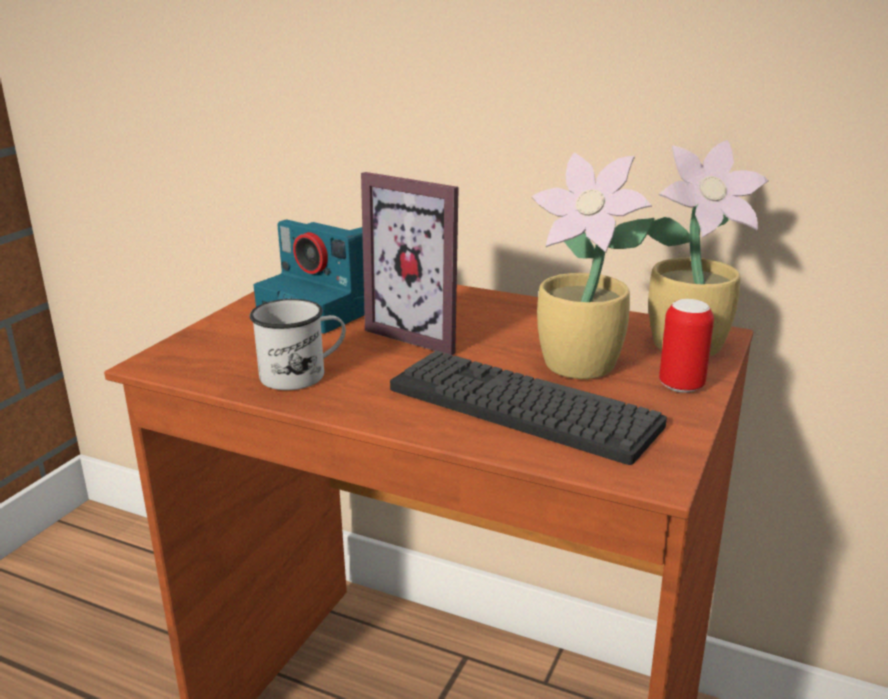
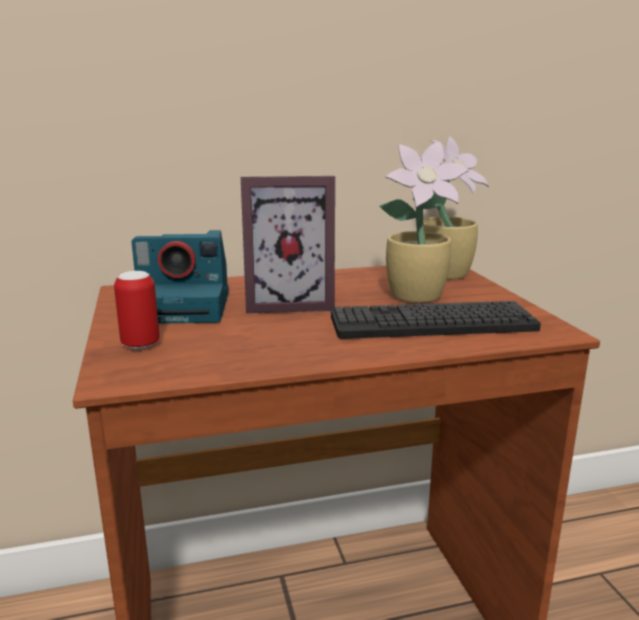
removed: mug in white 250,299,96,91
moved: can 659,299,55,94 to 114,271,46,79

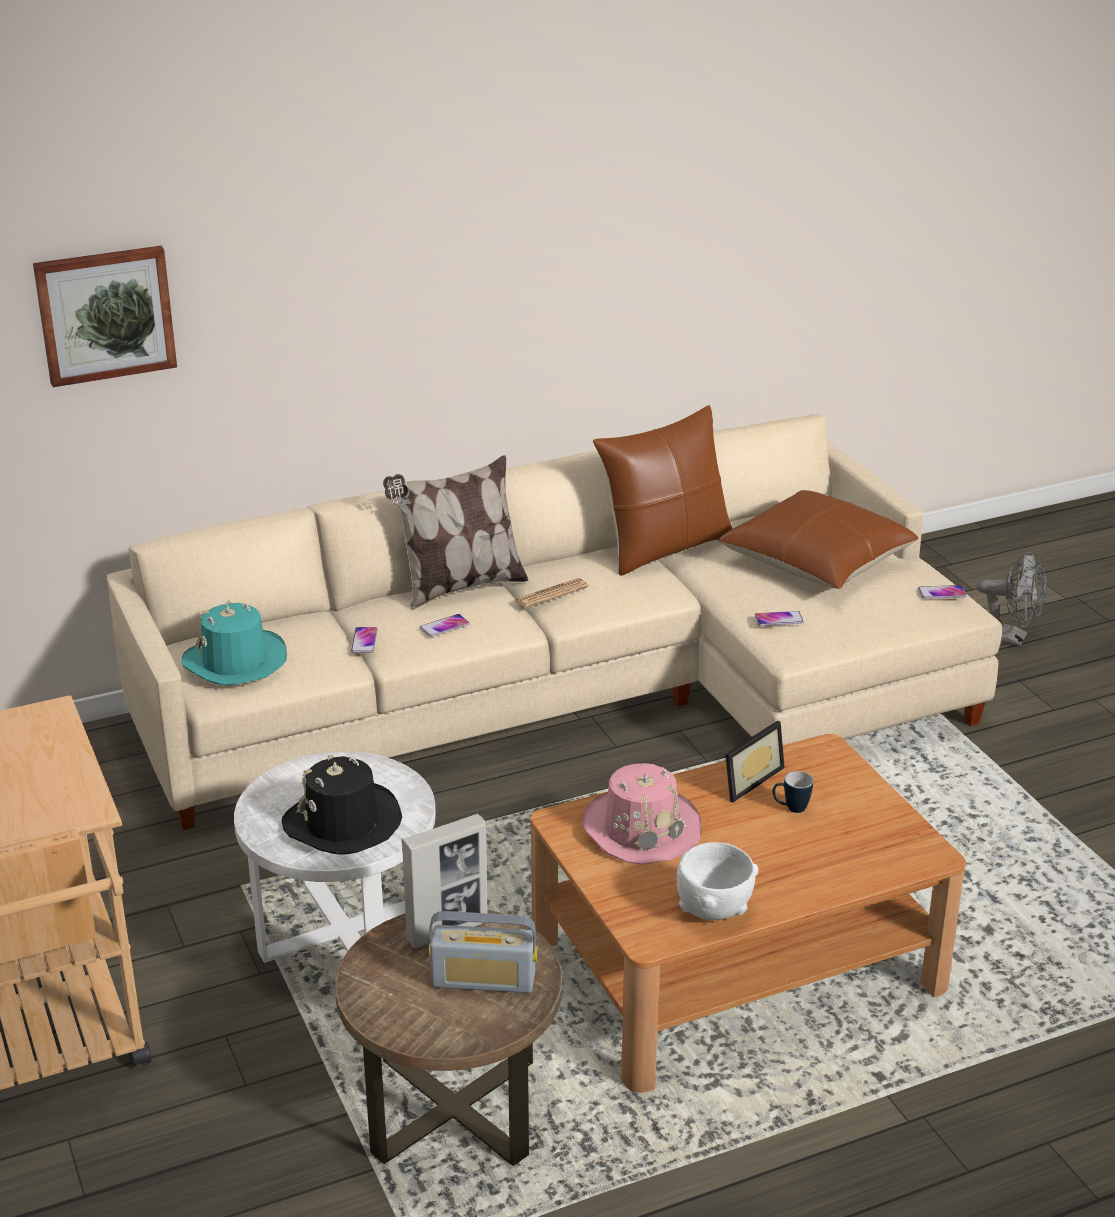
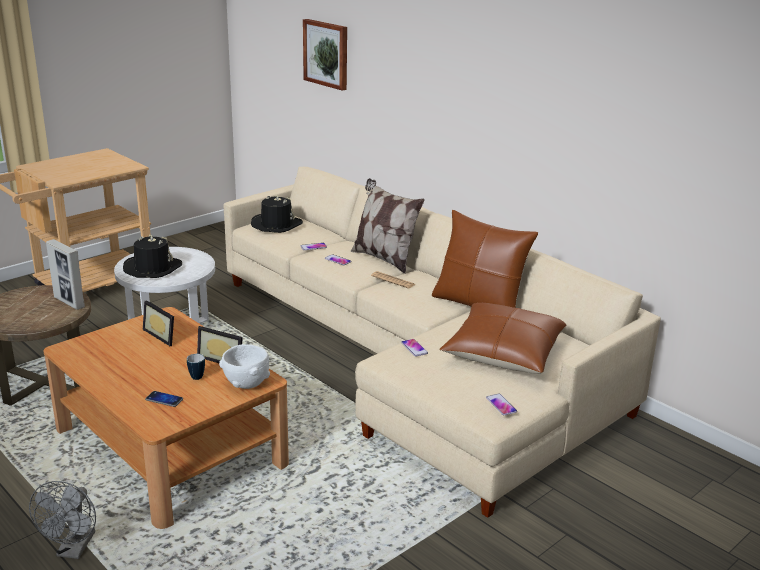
removed: radio 429,911,108,82
added: phone 145,391,38,16
moved: fan in grey 977,552,70,94 to 29,481,67,78; bowl in white 677,842,81,78 to 219,344,51,45
replaced: hat in pink 582,763,120,101 to picture frame 143,300,31,46
recoloured: hat in turquoise 182,600,105,86 to hat in black 251,195,52,38

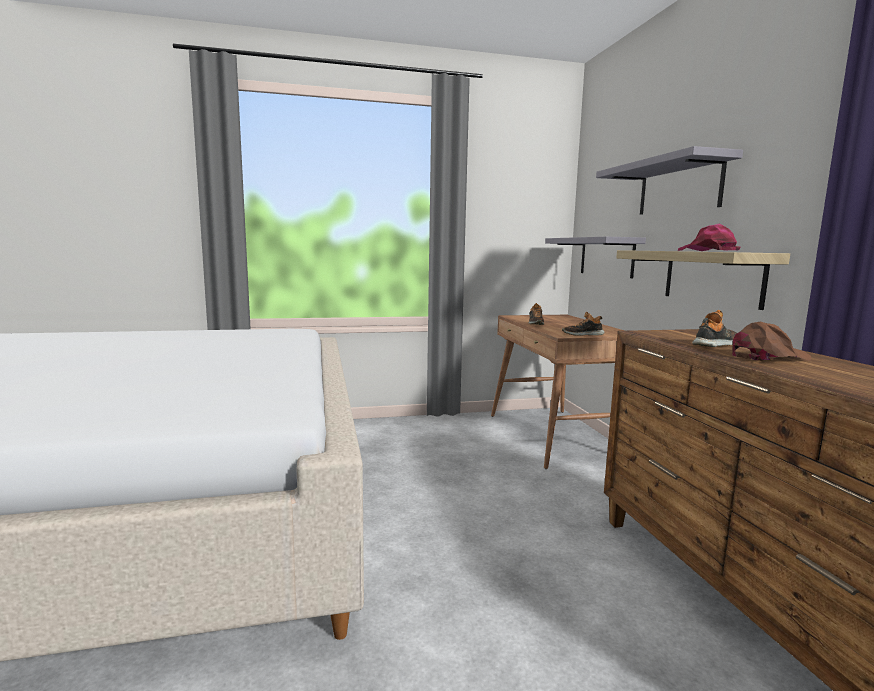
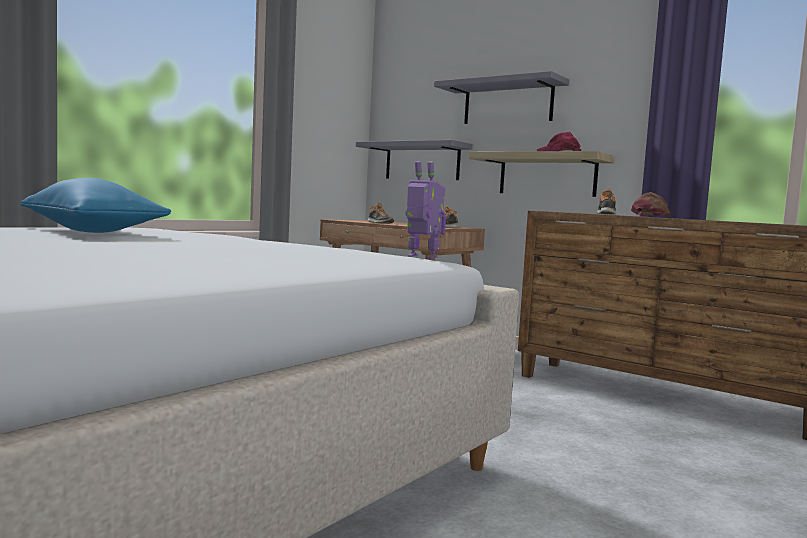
added: pillow in blue 20,178,151,55; toy robot 406,161,40,98

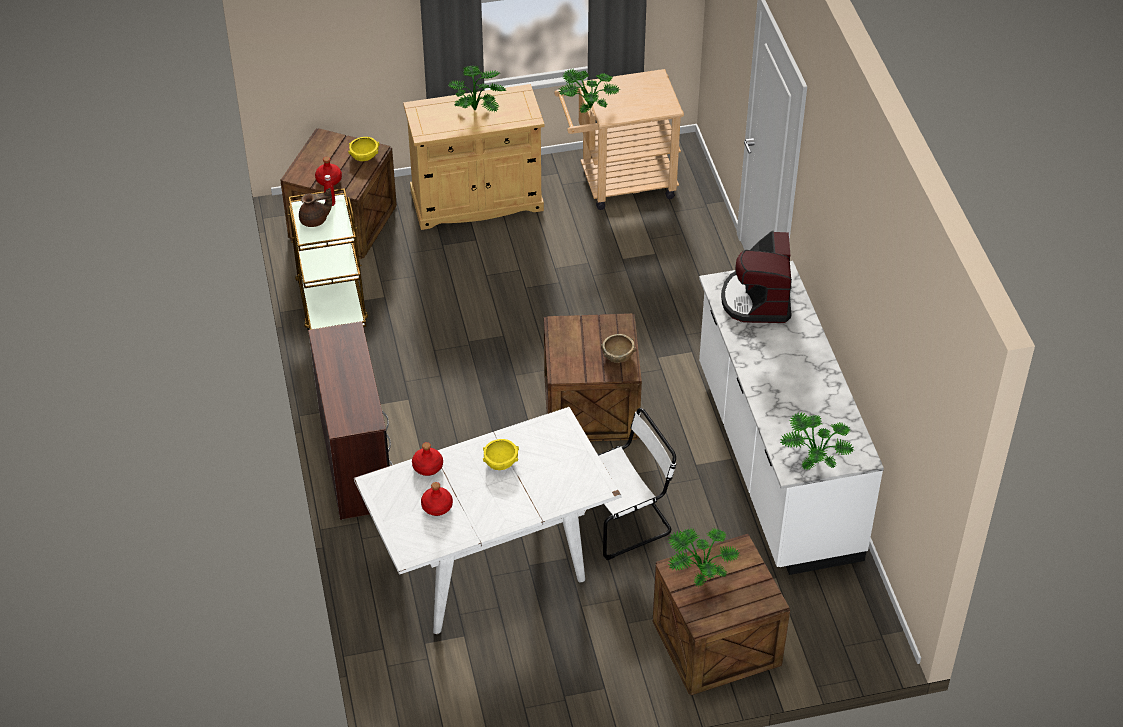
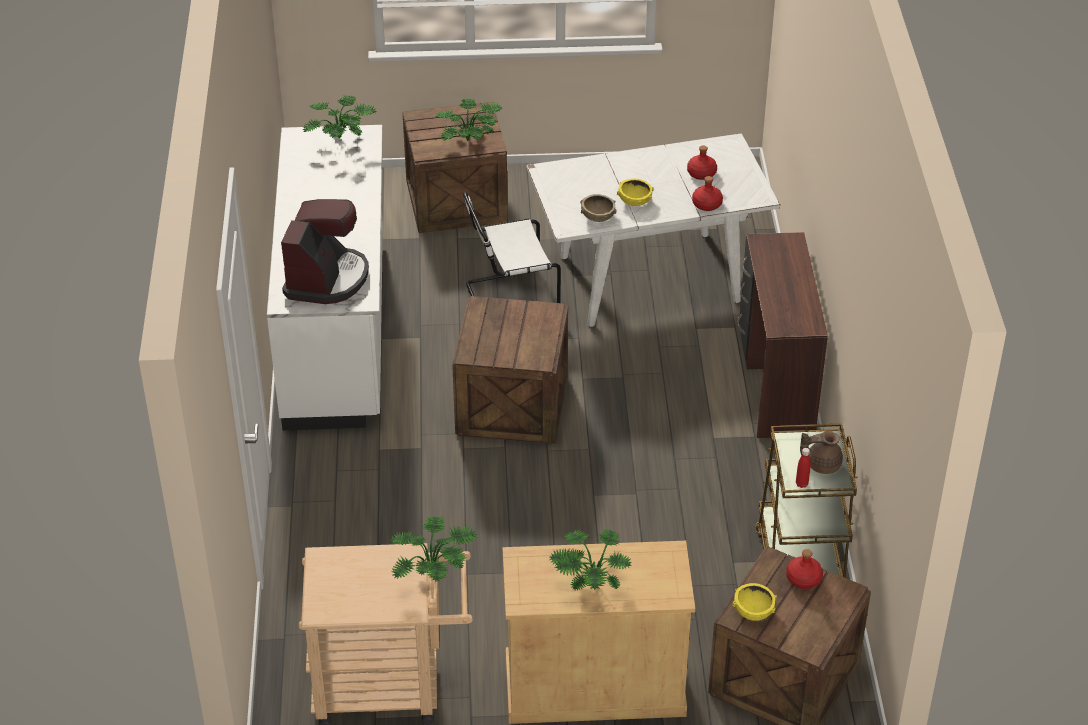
moved: bowl in brown 601,334,35,29 to 581,194,36,28

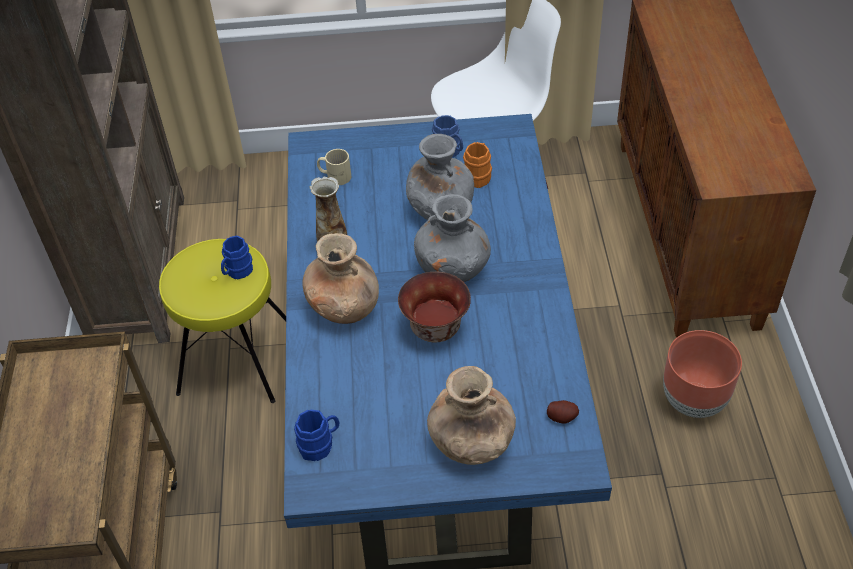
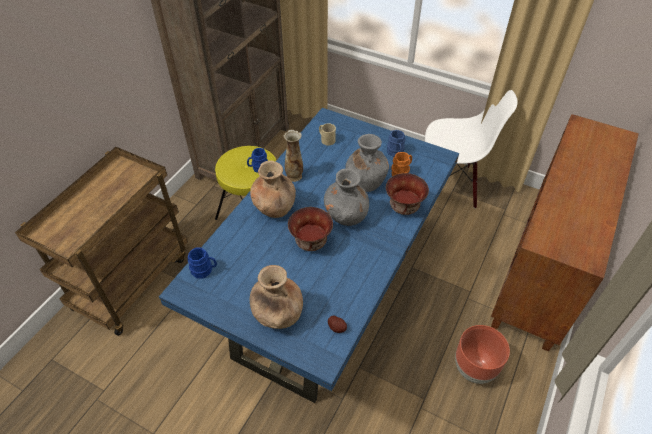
added: bowl 386,173,43,42

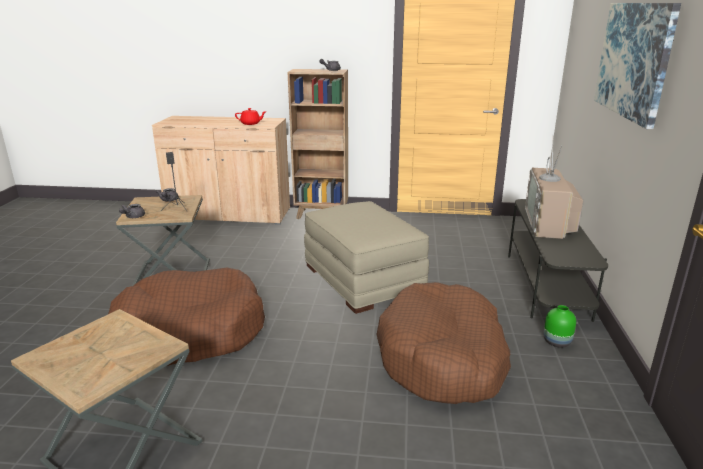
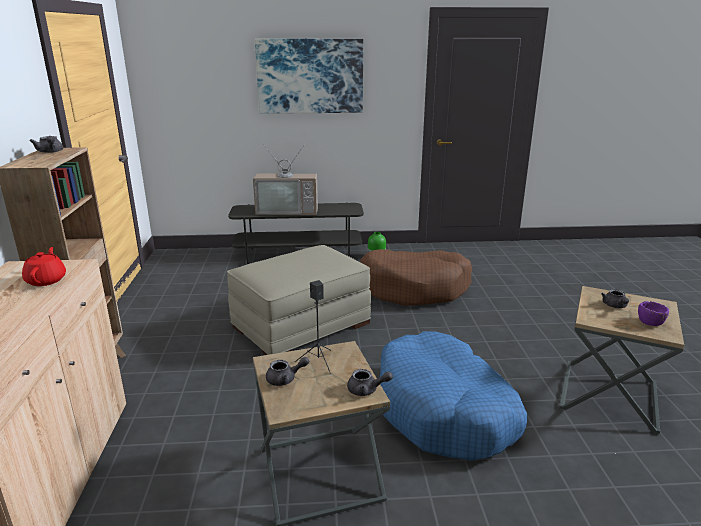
added: teapot in grey 601,289,28,19; bowl in purple 638,301,31,25
recoloured: dog bed in brown 108,267,157,99 to dog bed in blue 380,331,147,130

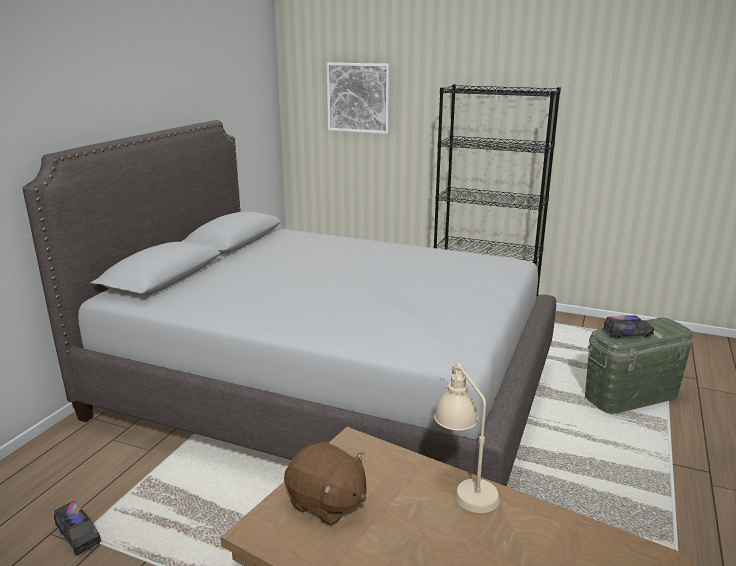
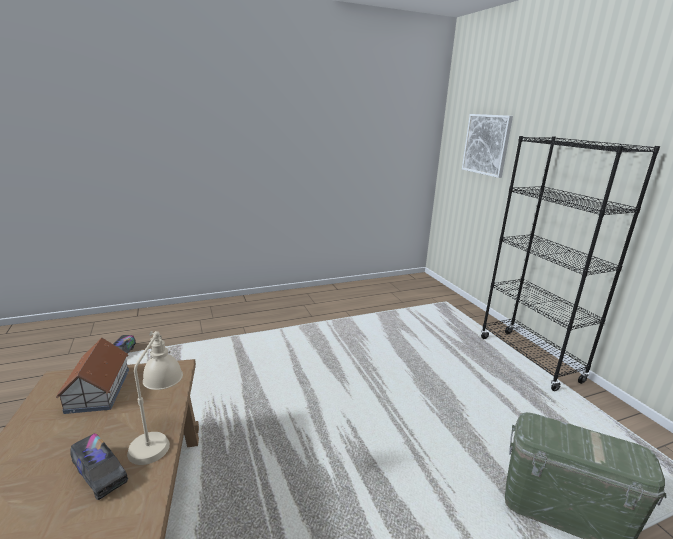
removed: bed in grey 23,120,533,367
moved: toy truck 603,315,51,24 to 70,433,58,67
replaced: plush toy in brown 284,442,83,84 to toy house 56,338,73,76

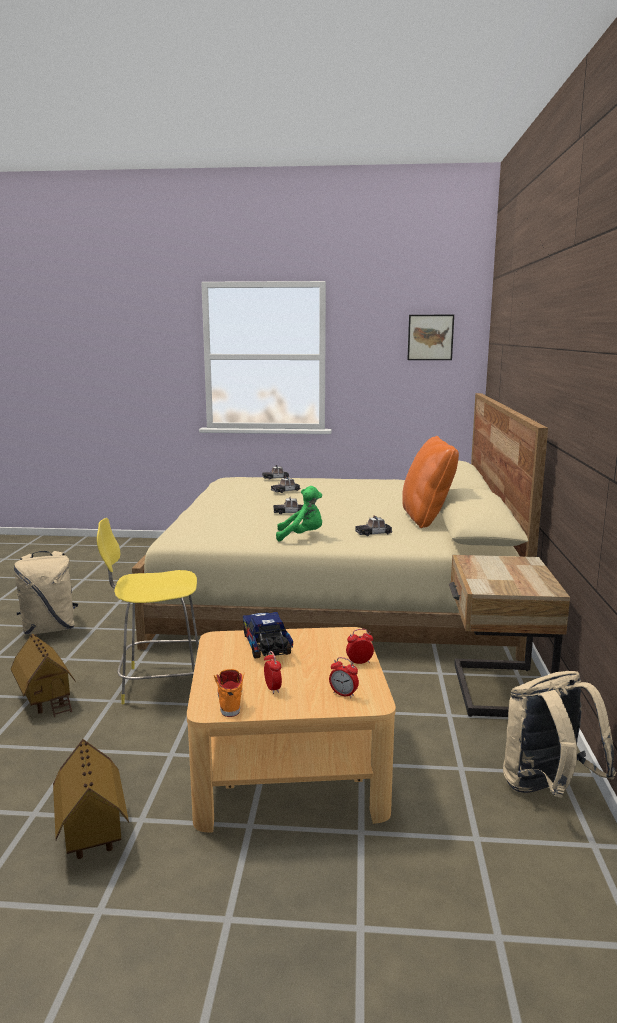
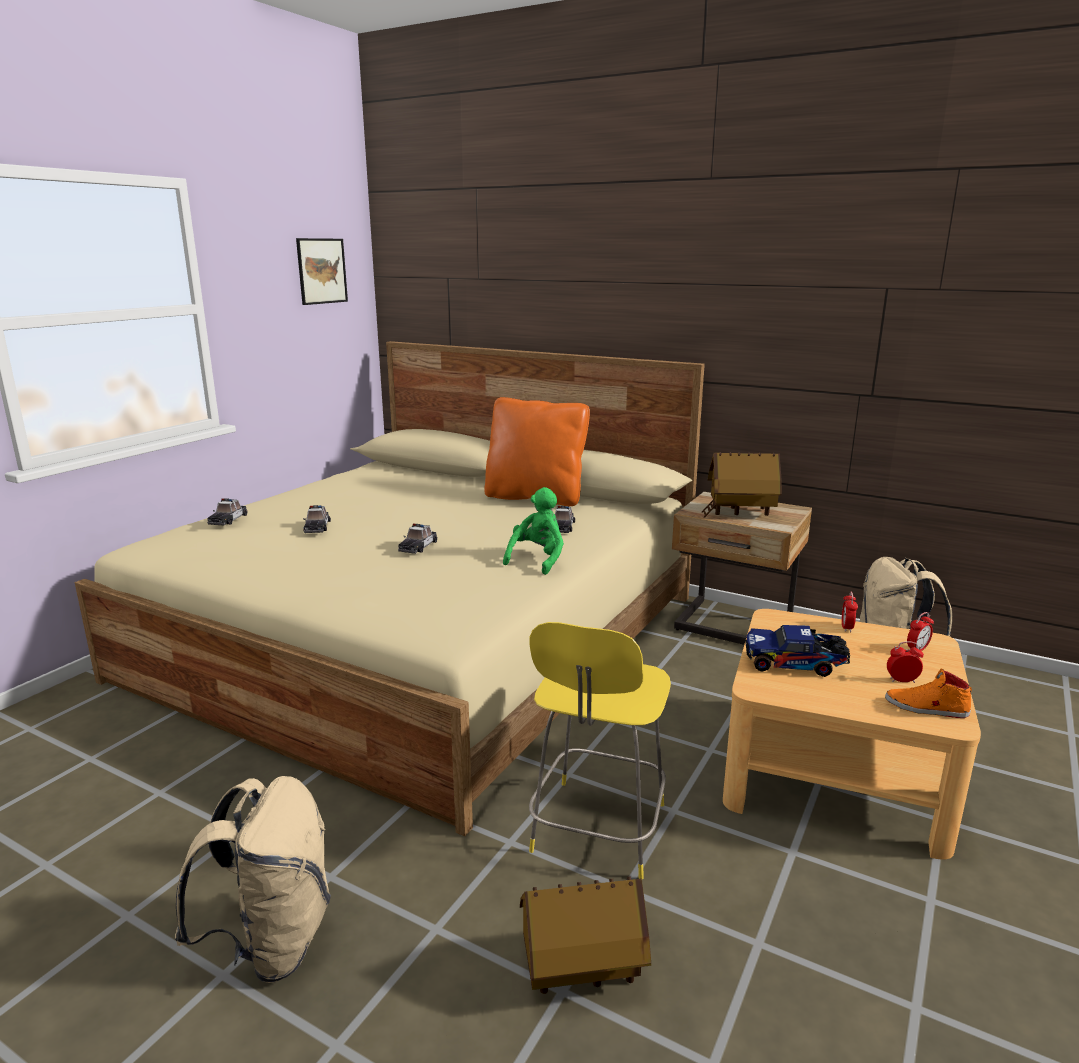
moved: toy house 53,739,76,120 to 702,452,80,66

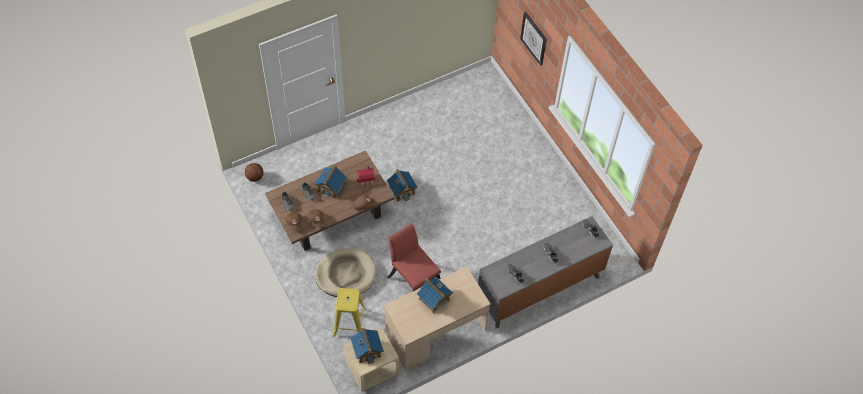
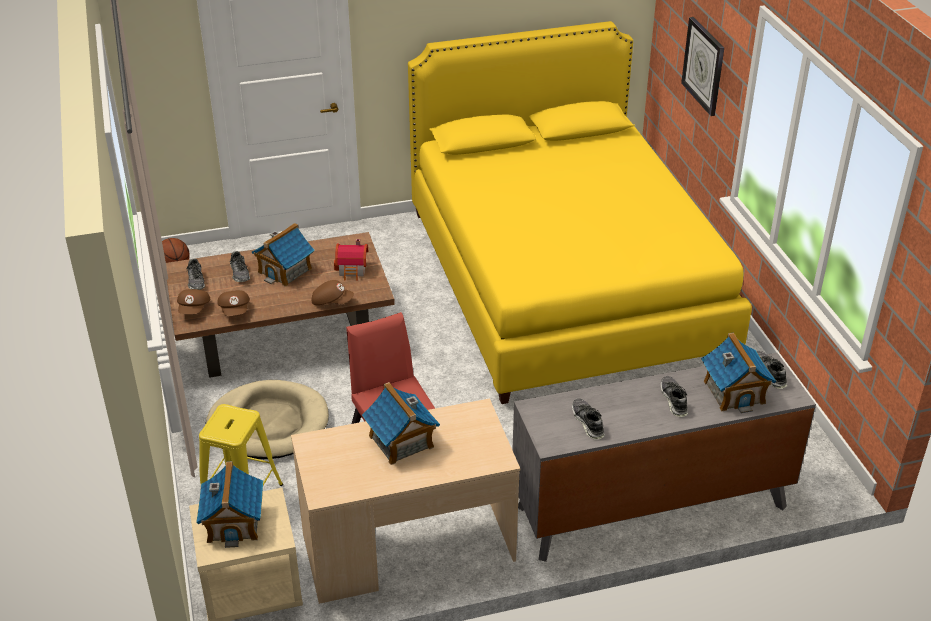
added: bed in yellow 408,21,344,383
moved: toy house 387,169,31,33 to 701,333,75,80

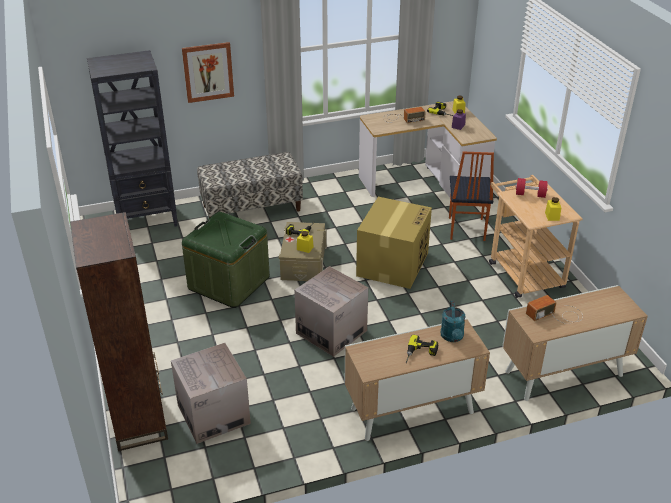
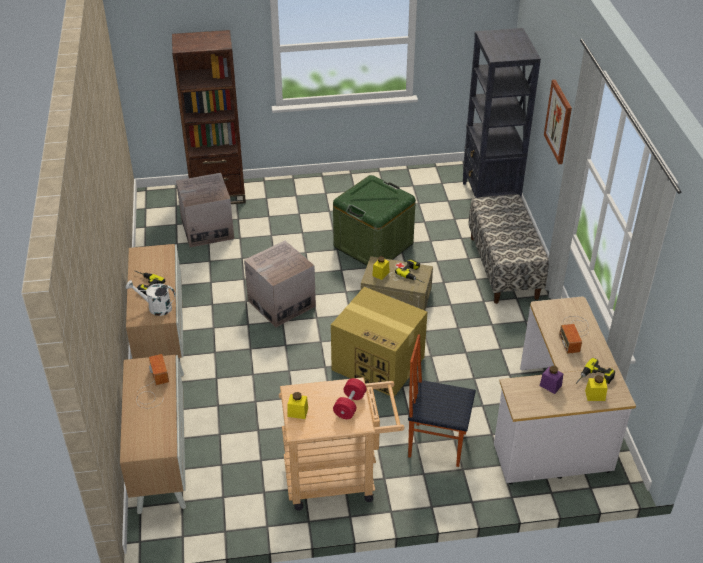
recoloured: watering can in turquoise 440,301,25,41 to watering can in white 126,280,49,36

